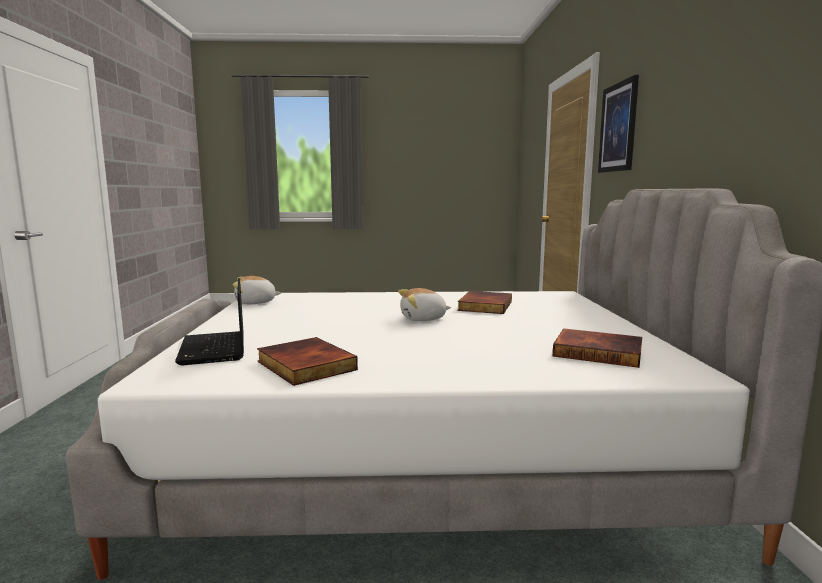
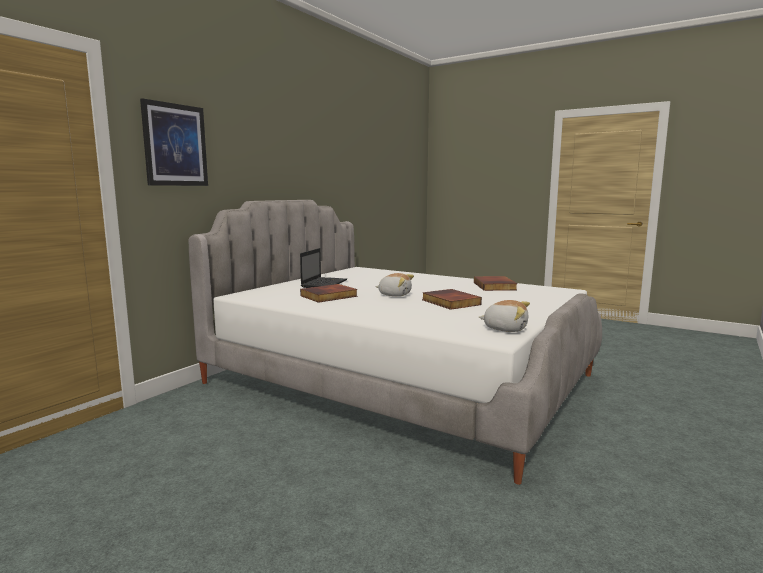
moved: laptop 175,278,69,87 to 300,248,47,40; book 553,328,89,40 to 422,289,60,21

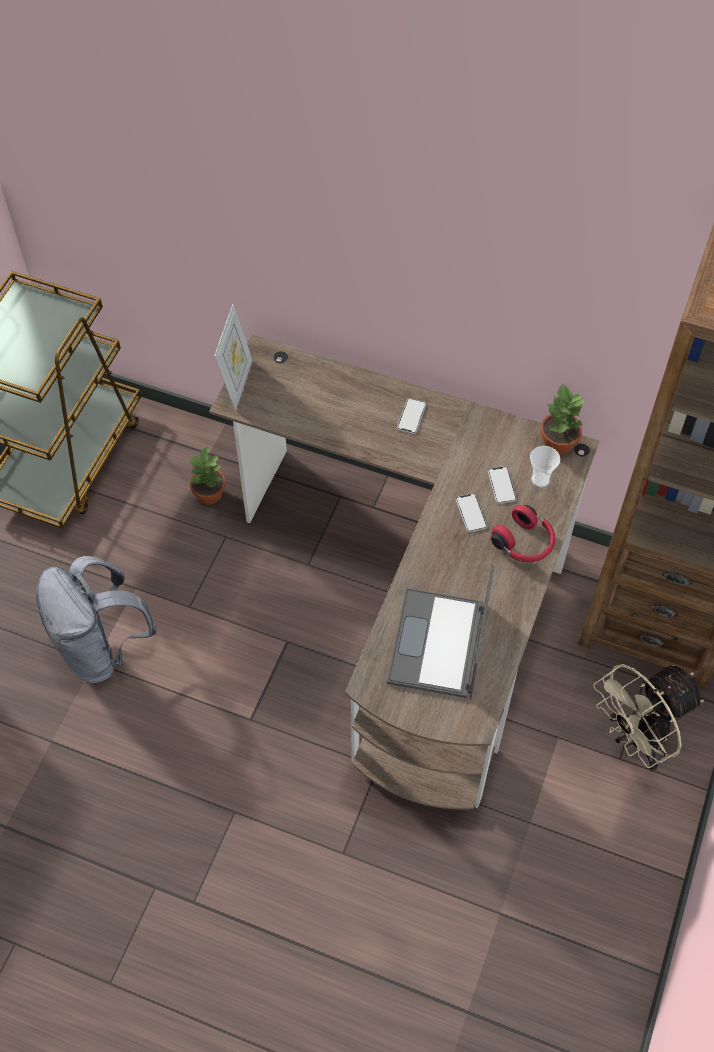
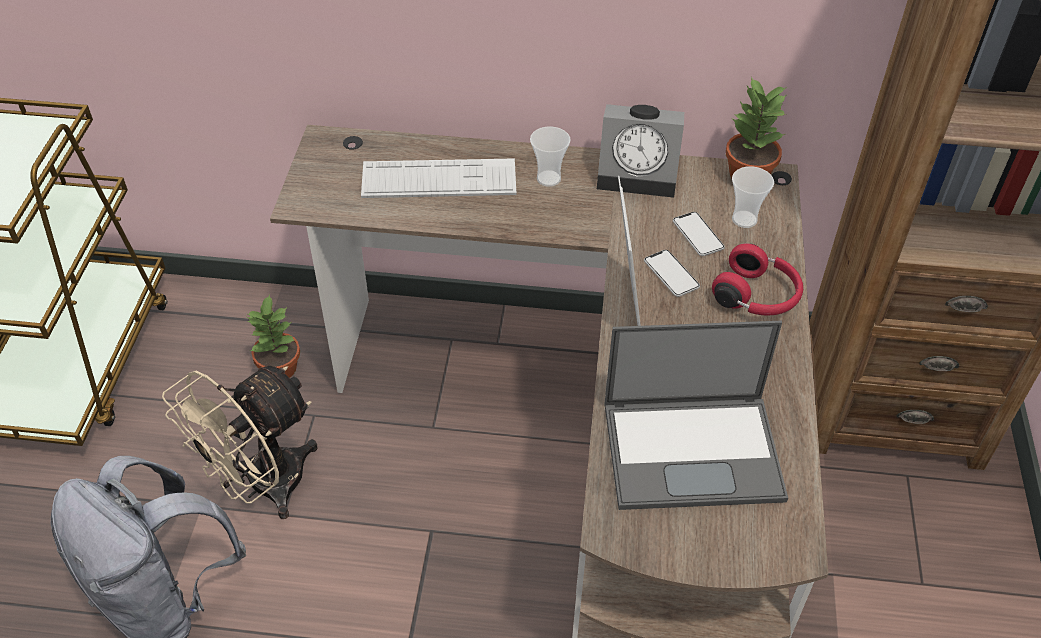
added: keyboard 361,158,155,40; alarm clock 597,104,87,94
moved: fan in beige 593,664,111,107 to 162,366,156,153; picture frame 214,304,38,107 to 618,176,23,150
replaced: phone 397,398,29,36 to cup 530,126,40,61
turned: laptop 387,565,107,134 = 604,321,184,189 90 degrees counterclockwise

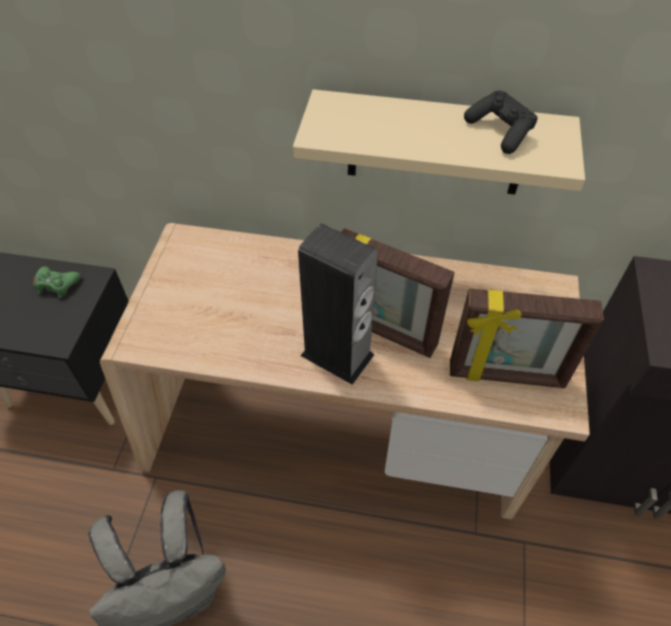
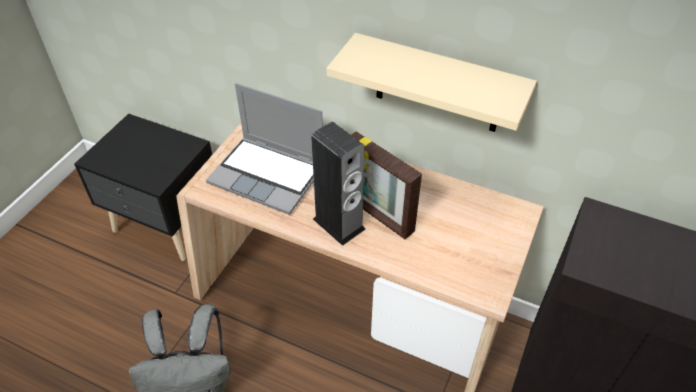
removed: game controller in green 33,266,48,32; picture frame 450,288,154,100; game controller in black 464,91,74,63
added: laptop 206,83,117,132

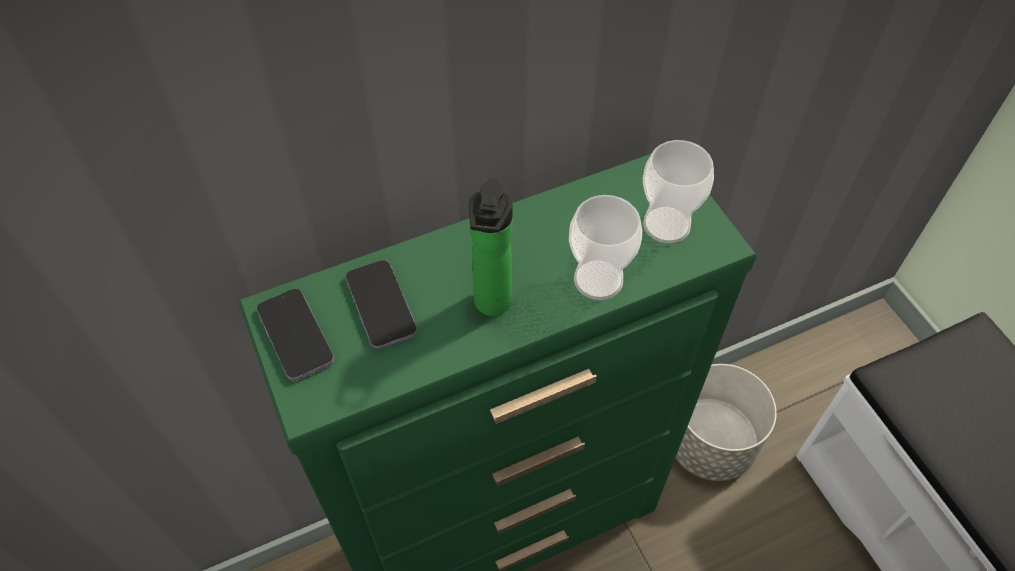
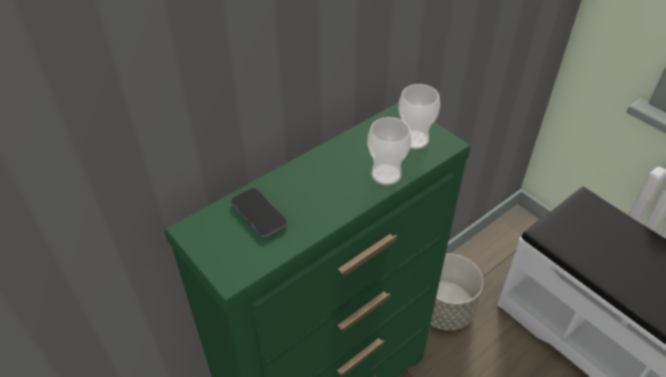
removed: phone 256,288,78,93; bottle 469,178,44,138

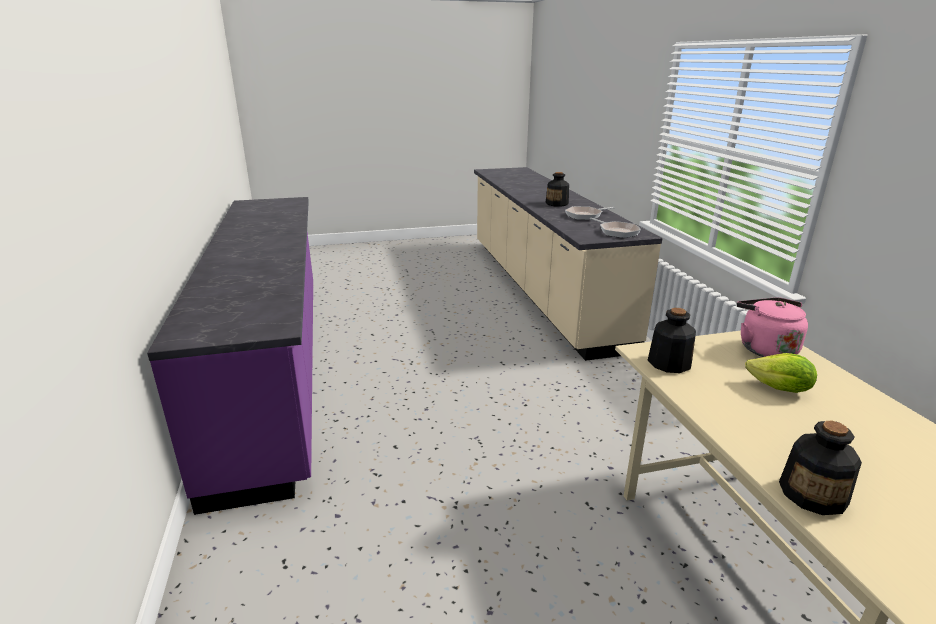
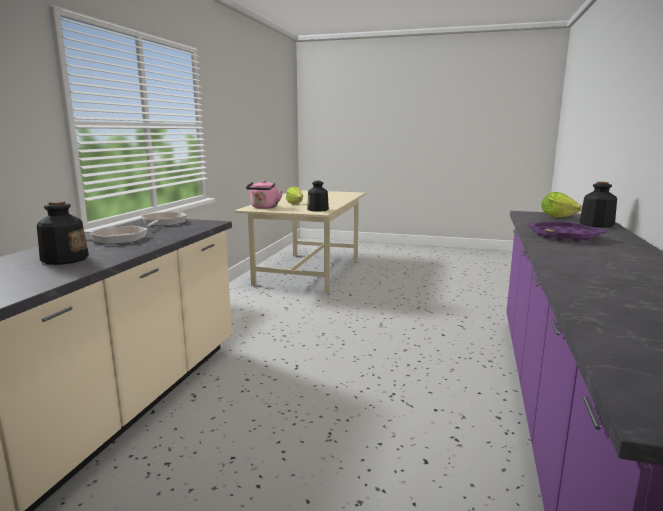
added: tray in purple 526,222,81,20; lettuce 541,192,41,26
moved: bottle 779,421,83,94 to 579,182,38,46

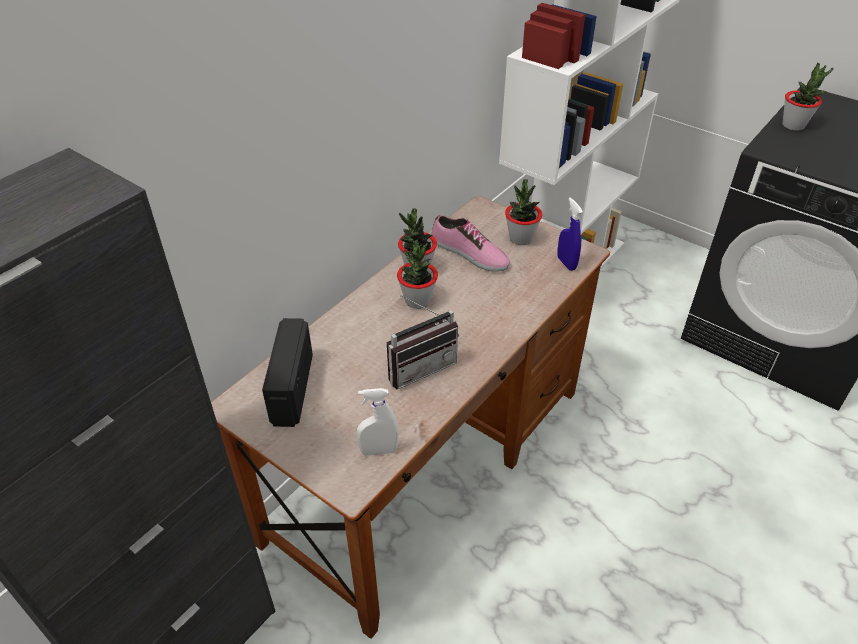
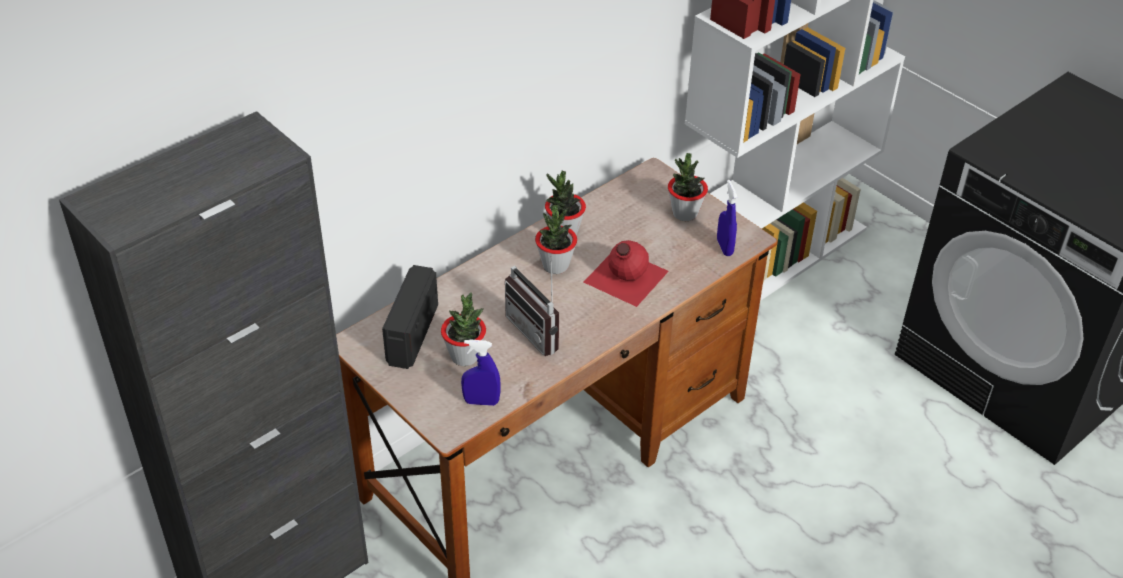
removed: shoe 431,215,80,57
added: bottle in red 584,240,85,67
moved: potted plant 782,63,52,68 to 441,292,45,74
recoloured: spray bottle in white 357,388,42,68 to spray bottle in blue 461,339,40,67
turned: radio 387,295,72,94 = 505,257,54,99 75 degrees clockwise

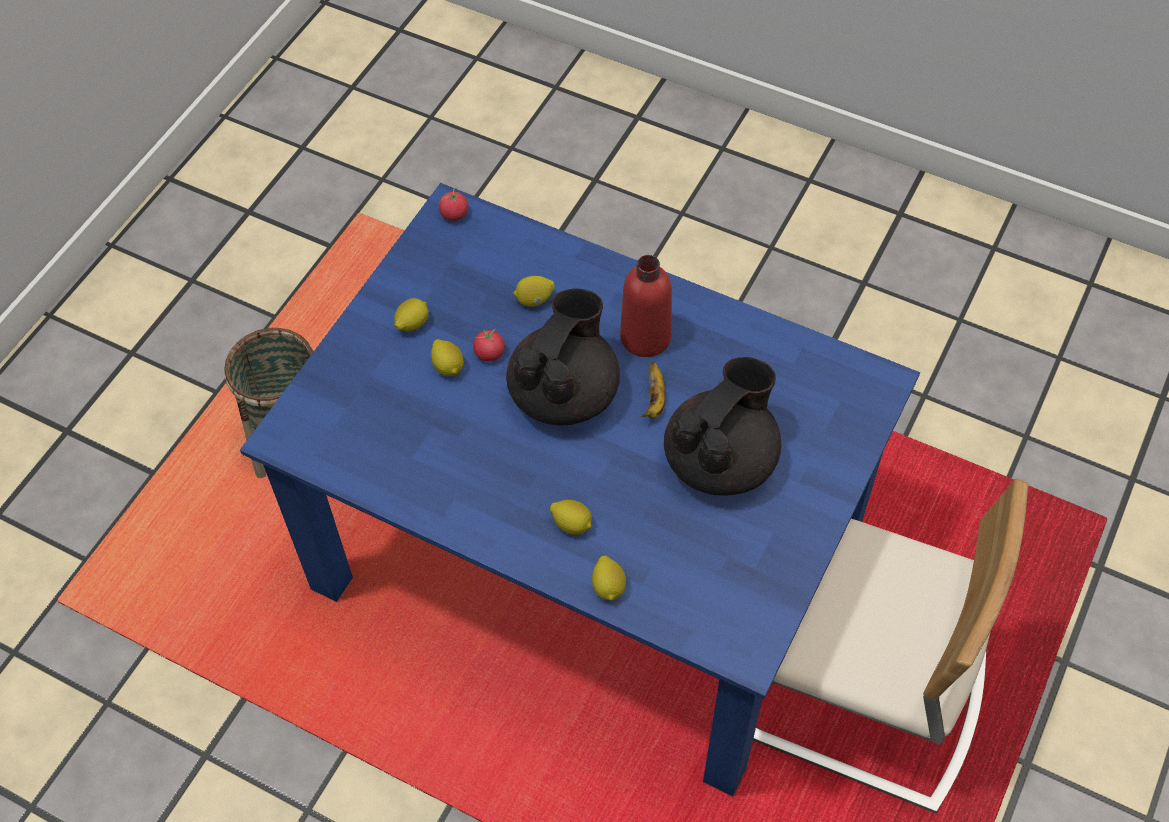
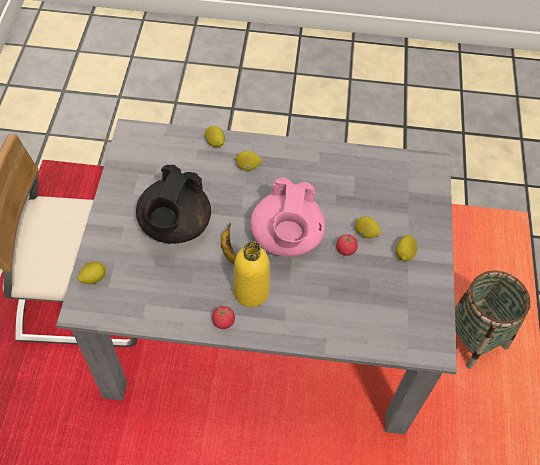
moved: lemon 513,276,42,31 to 77,261,29,23; tomato 439,187,29,34 to 212,306,23,23
recoloured: dining table in blue 240,183,680,613 to dining table in grey 56,119,401,315; bottle in red 620,255,52,102 to bottle in yellow 233,241,37,66; teapot in black 506,288,114,138 to teapot in pink 250,178,75,79

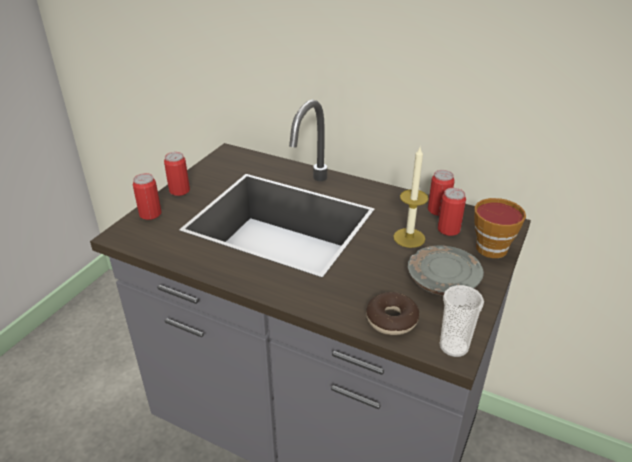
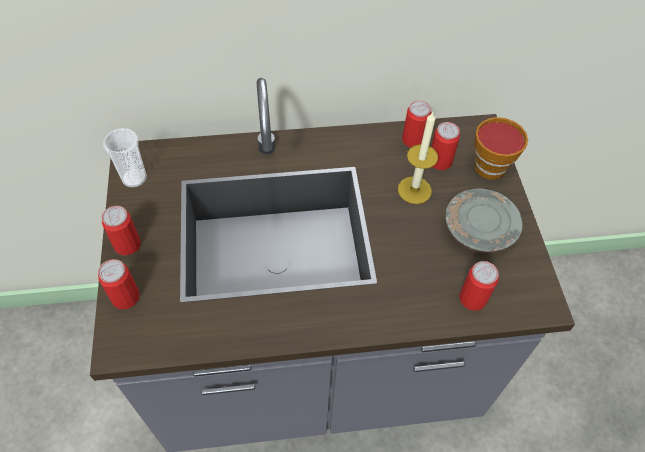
moved: cup 439,285,45,72 to 103,128,44,60
replaced: donut 366,292,53,43 to can 459,261,40,50

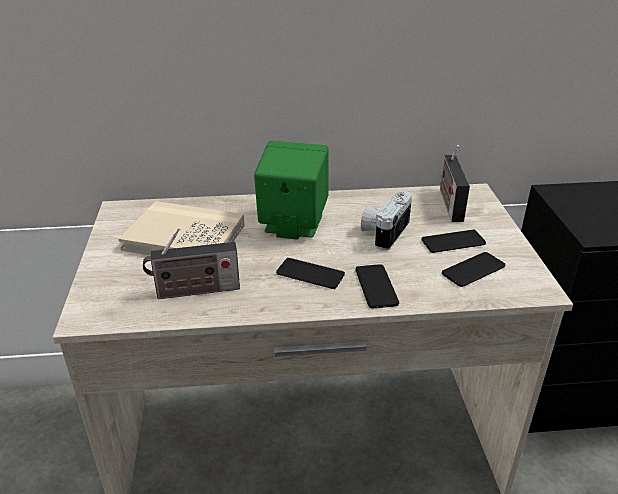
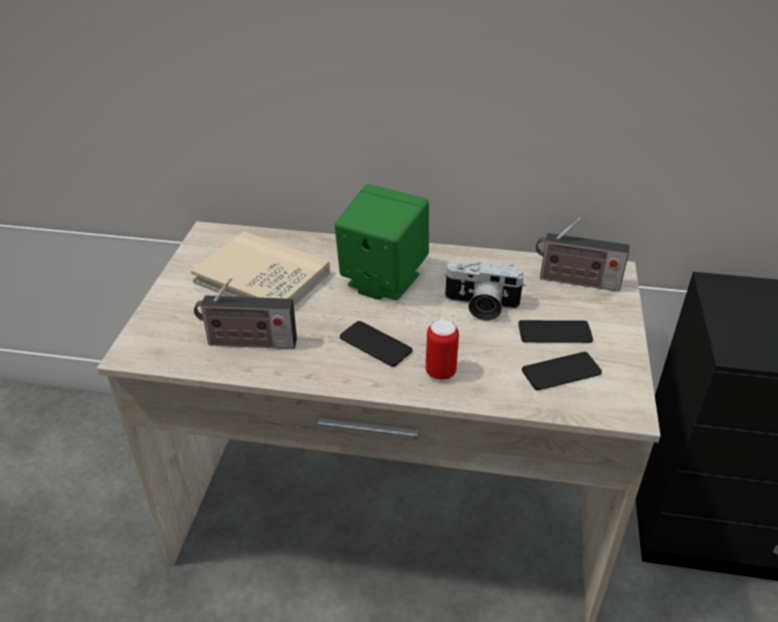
replaced: phone 355,264,44,44 to can 426,319,33,62
turned: photo camera 361,191,51,59 = 443,261,82,60 120 degrees counterclockwise; radio 440,145,30,77 = 536,218,93,74 90 degrees counterclockwise

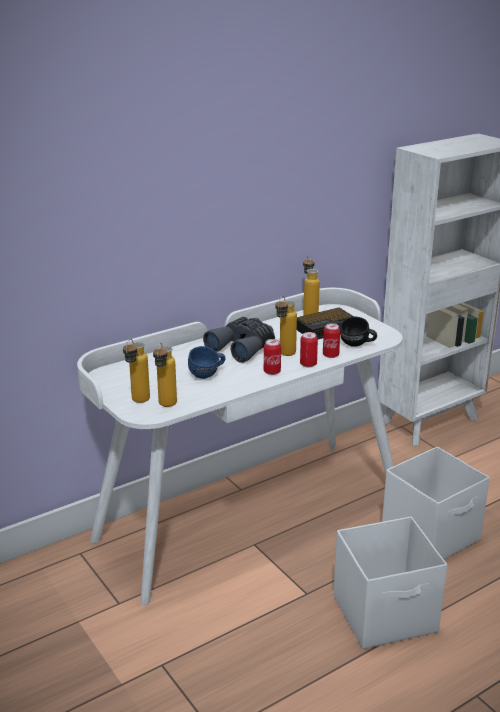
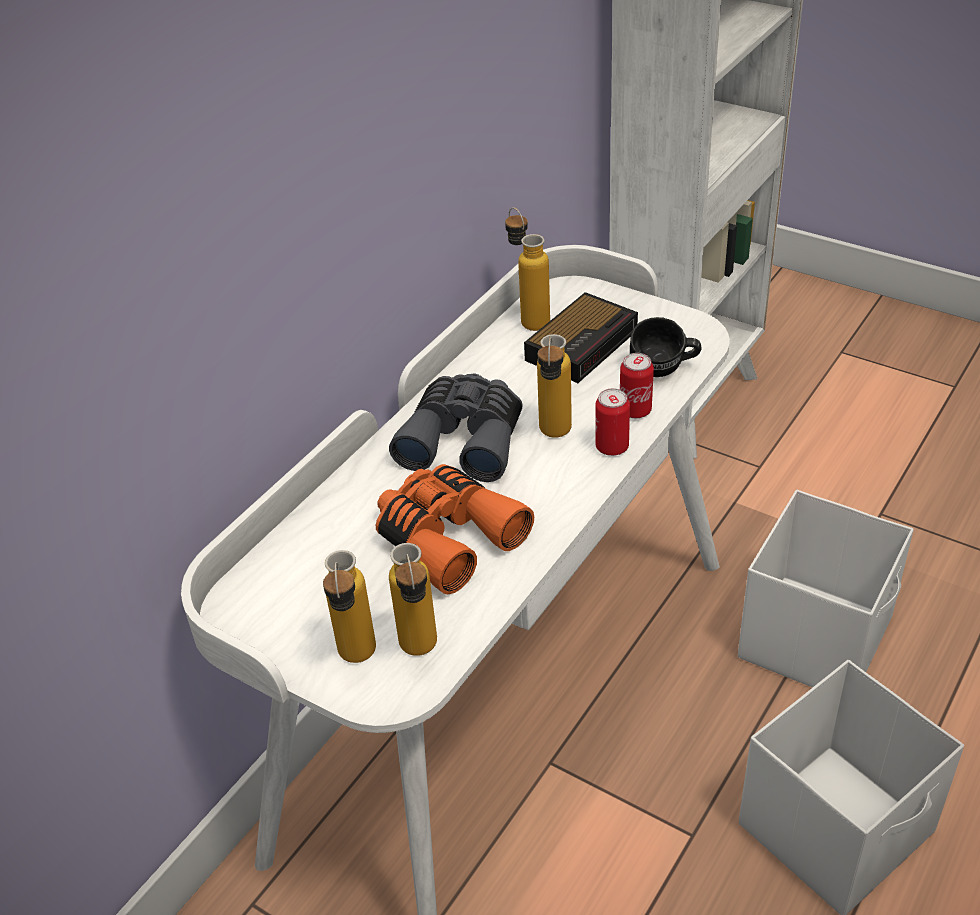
removed: can 264,339,17,36
replaced: mug in blue 188,346,37,33 to binoculars in orange 376,464,158,131

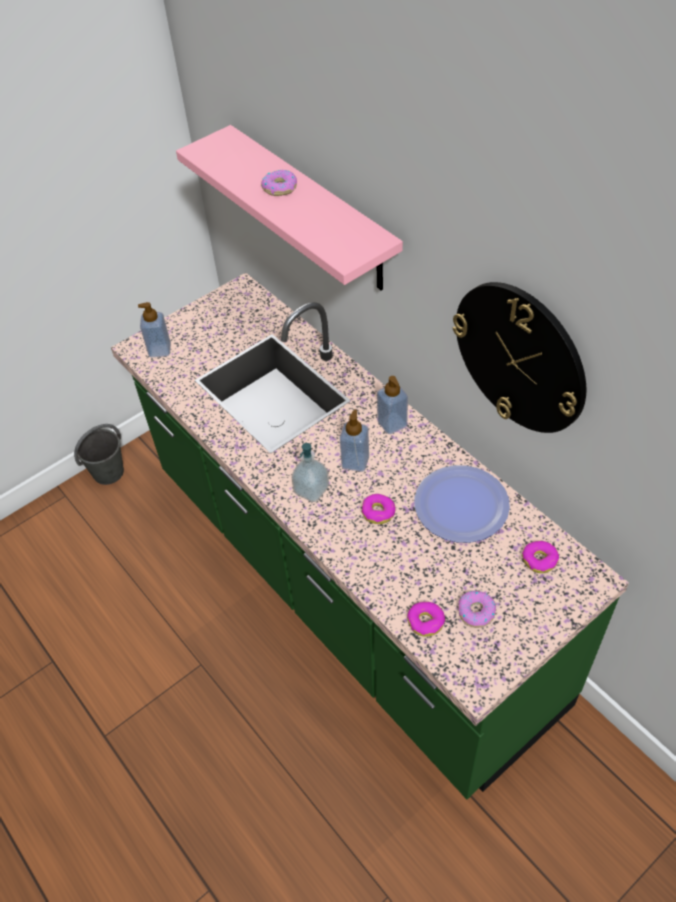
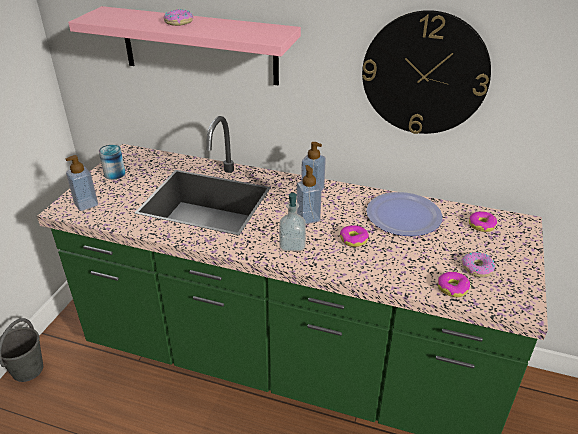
added: can 99,145,27,35

